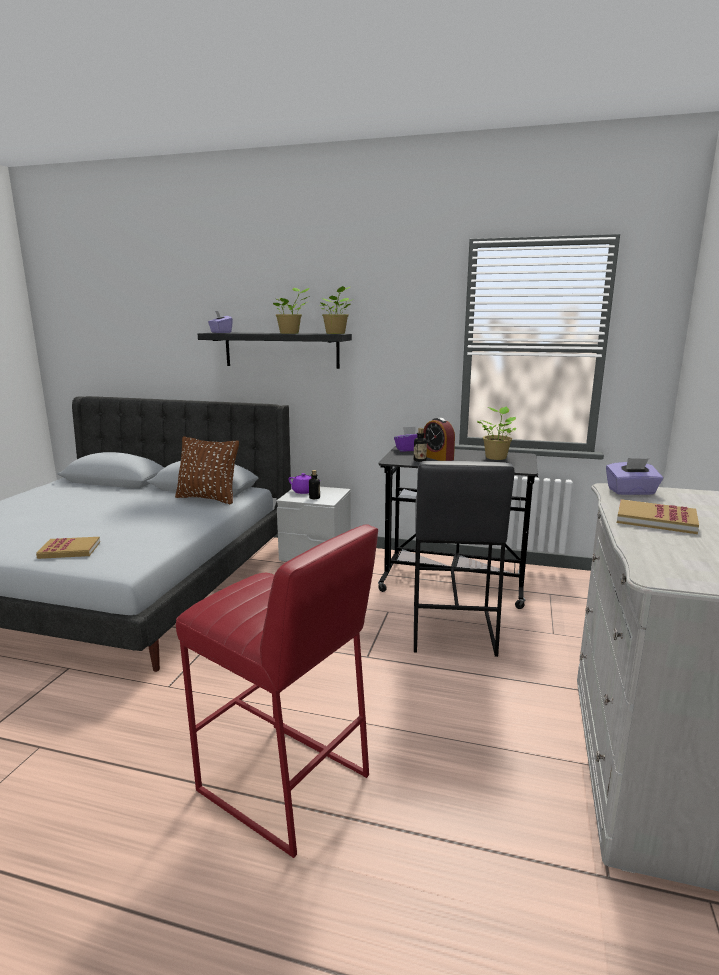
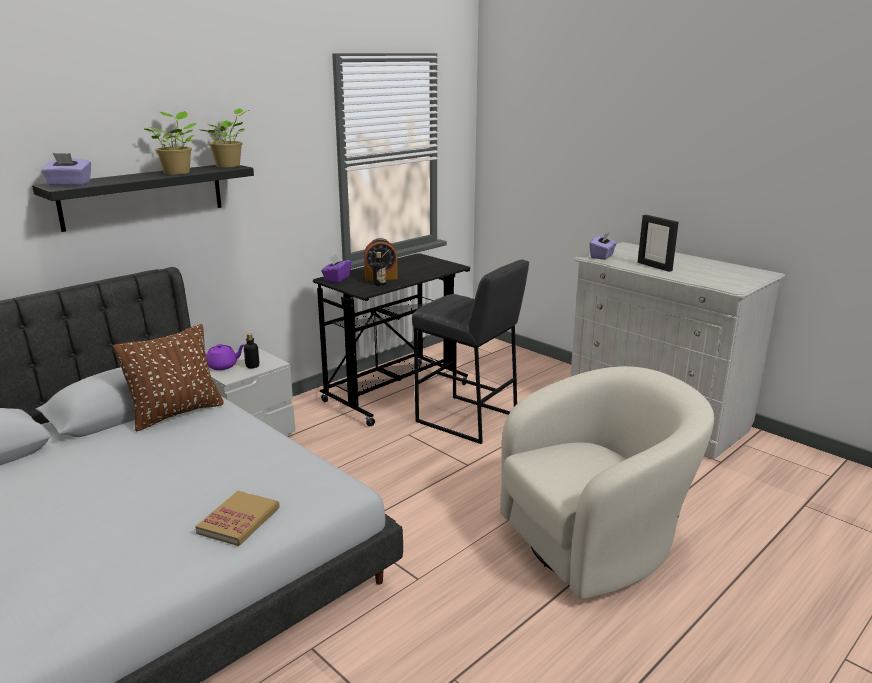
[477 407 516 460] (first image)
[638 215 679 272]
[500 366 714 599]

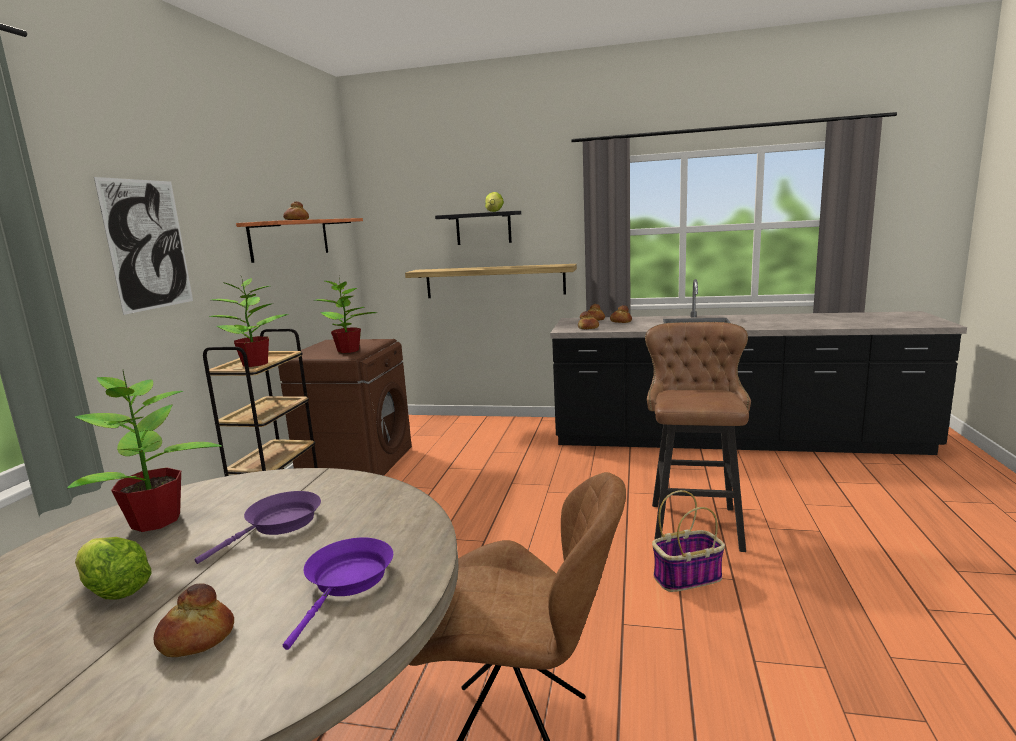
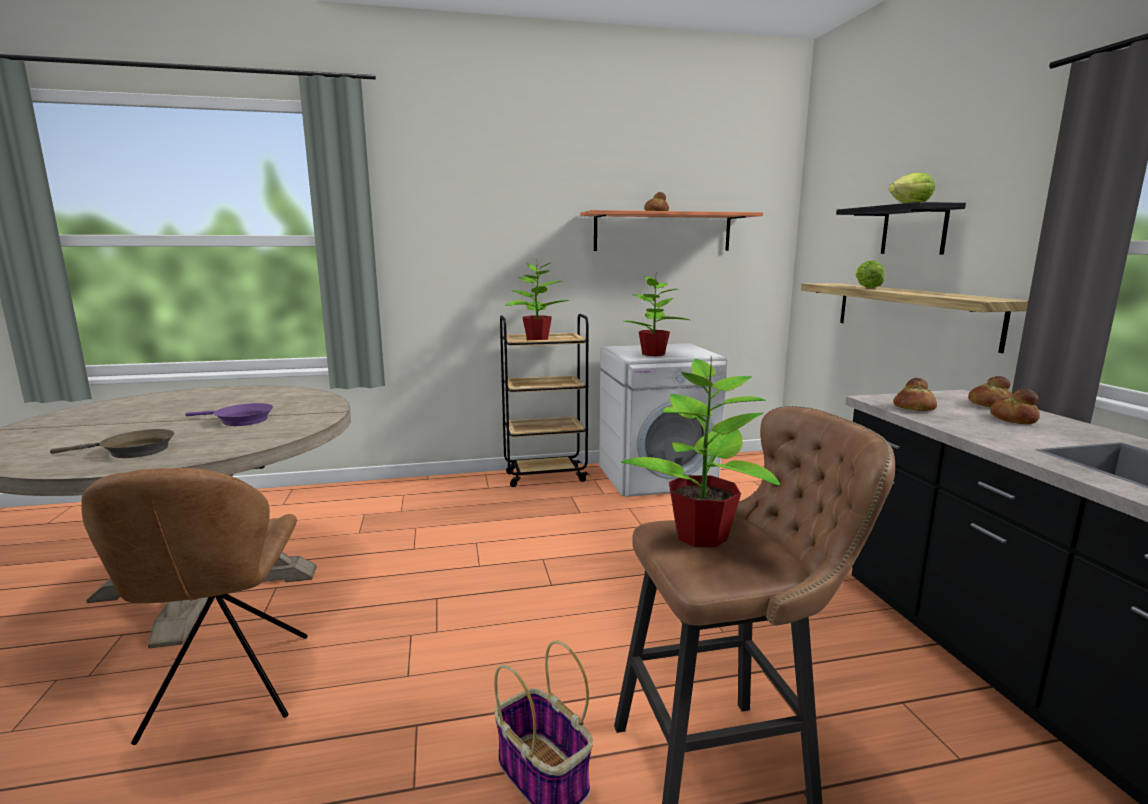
[94 177 193 315] (first image)
[599 343 727 497]
[621 358 780 547]
[855 260 885 288]
[50 429 175 458]
[153 583 234 657] (first image)

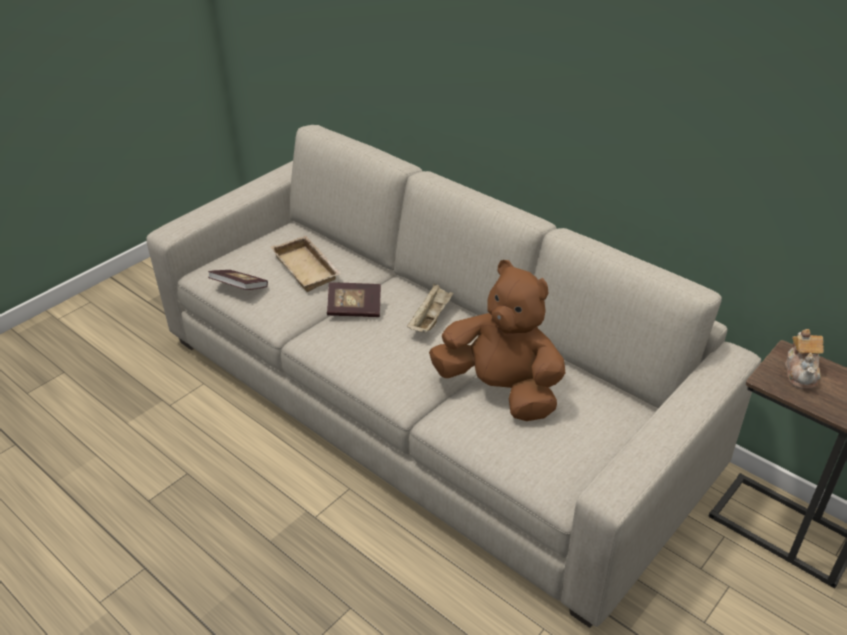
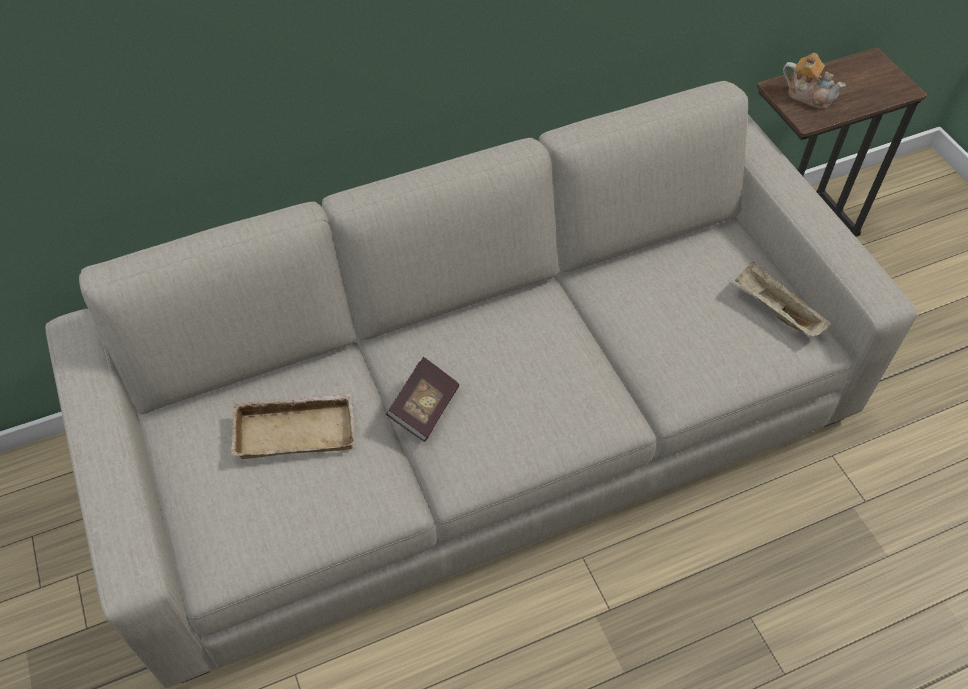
[429 260 565 421] (first image)
[208 270 268 290] (first image)
[735 262 831 337]

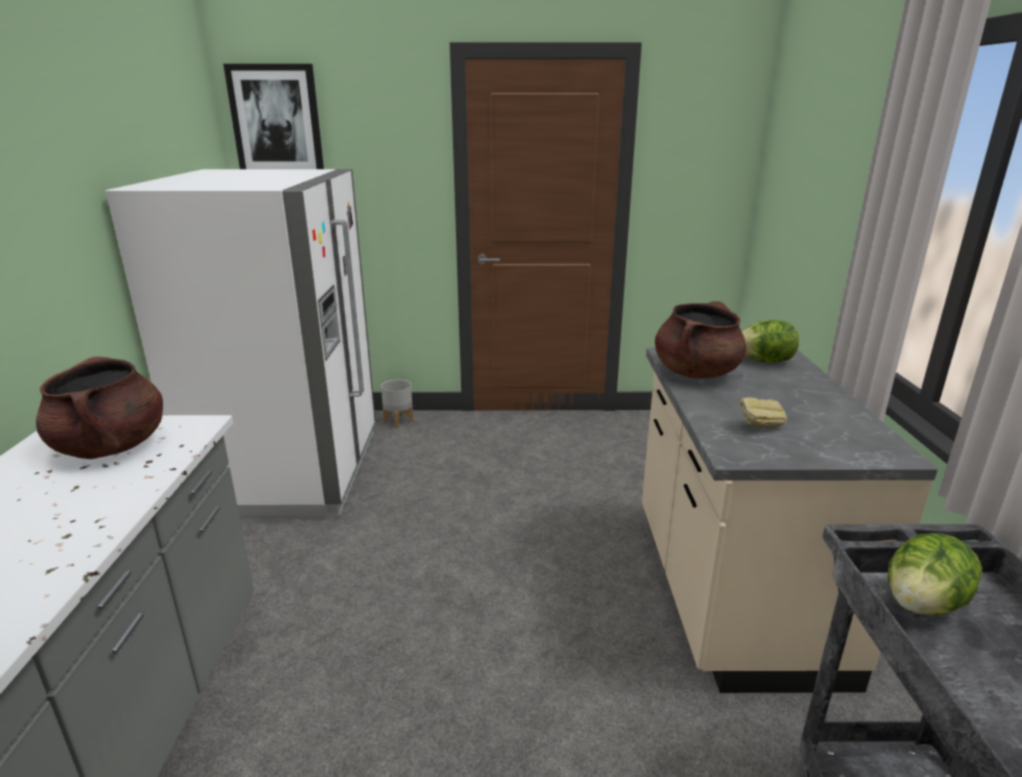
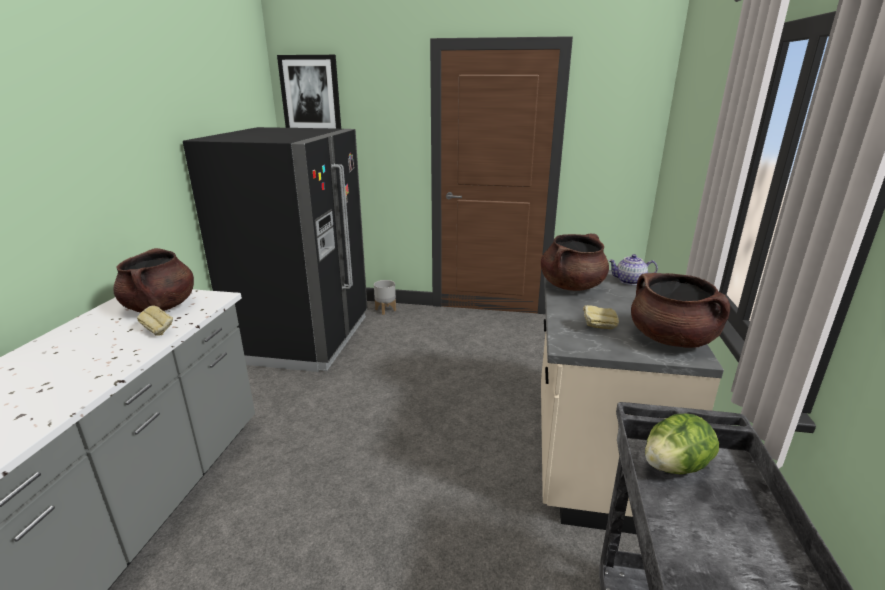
[183 127 367 372]
[608 254 658 285]
[631 273 730 348]
[137 305 173 336]

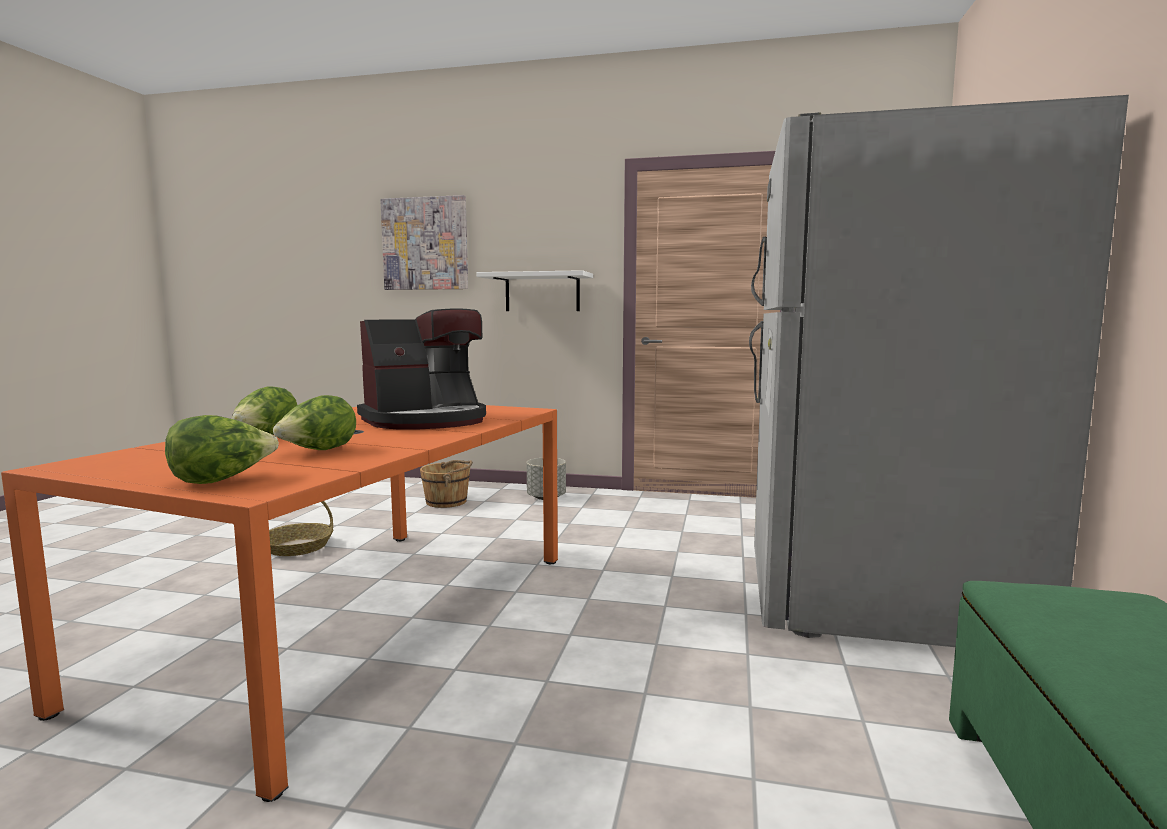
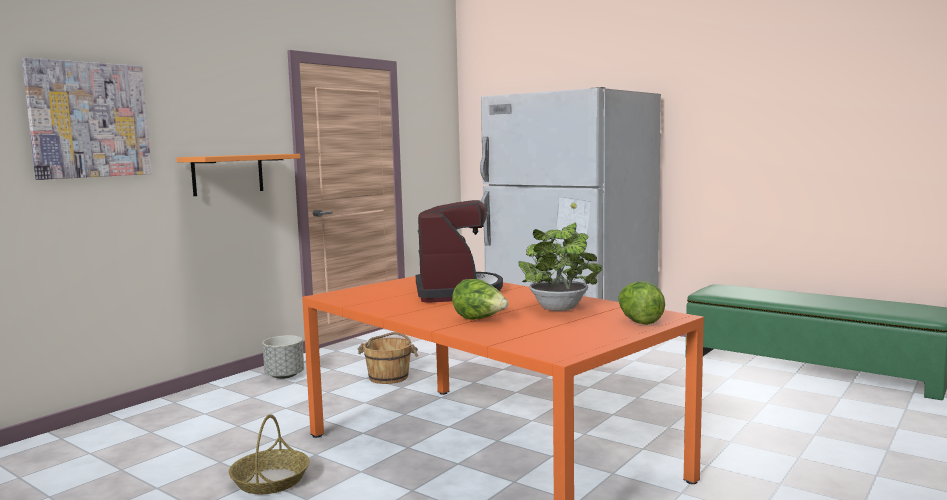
[177 154 300 196]
[519 223 604 311]
[358 332 418 384]

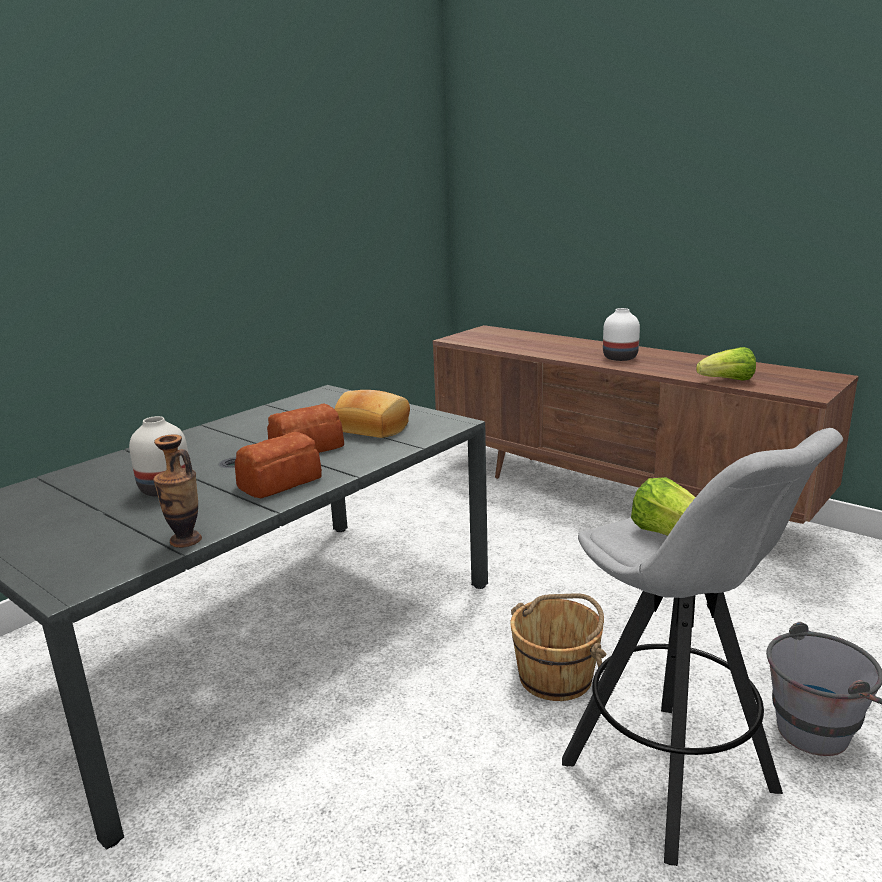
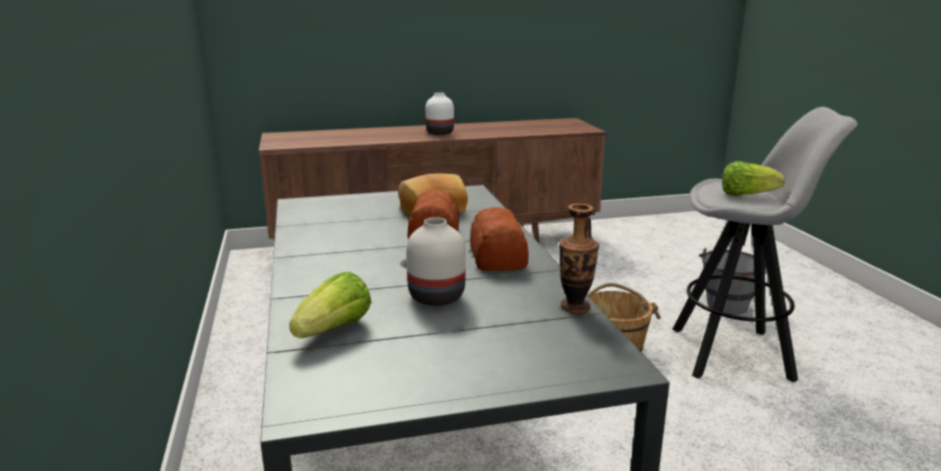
[289 272 371 338]

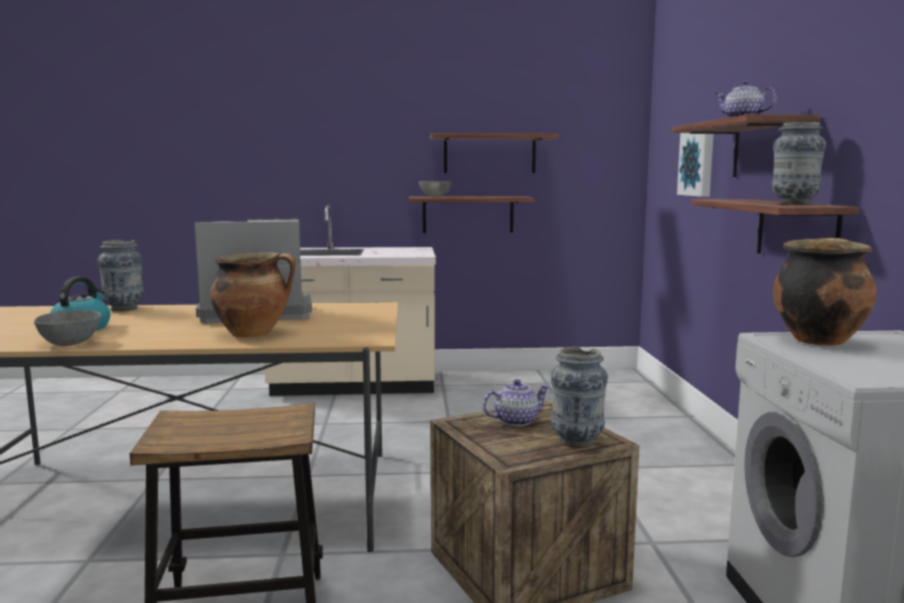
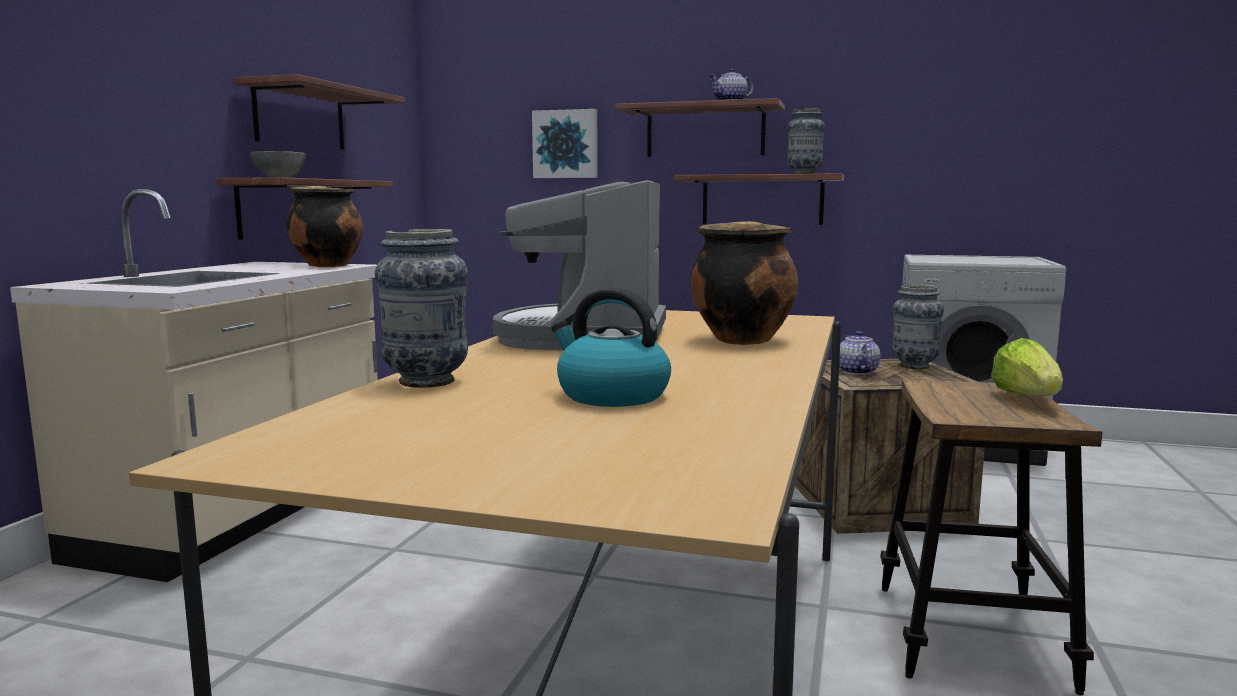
[286 186 363 267]
[34 310 101 346] (first image)
[991 338 1063 396]

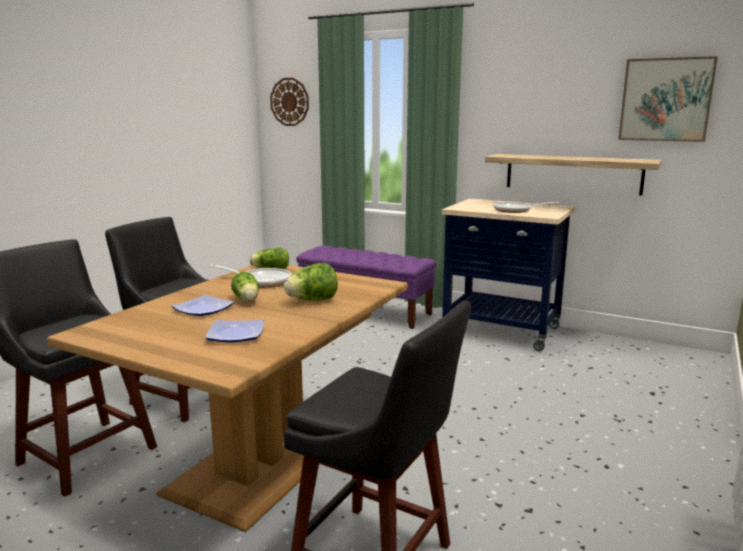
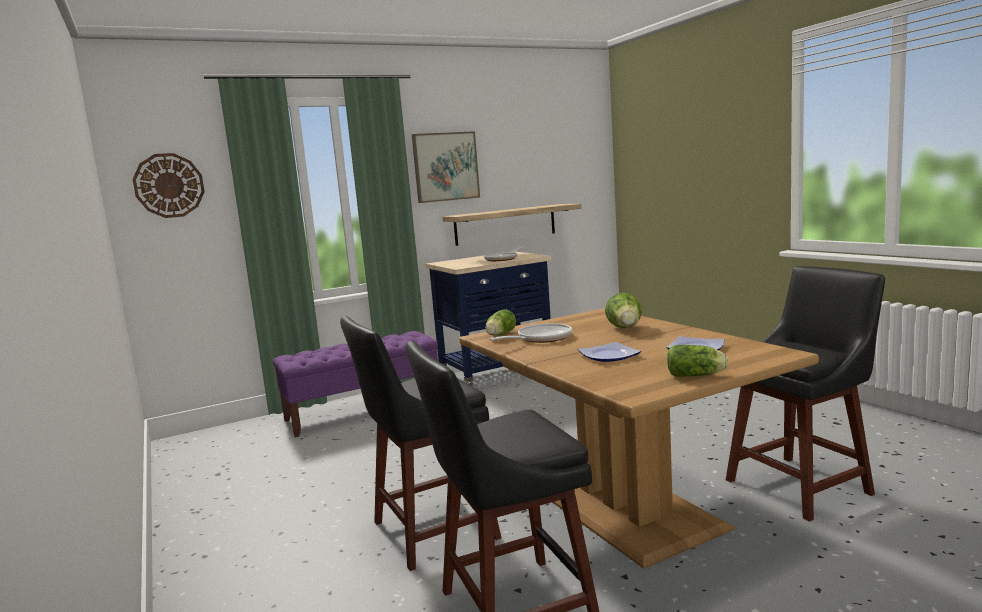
[412 131 480 203]
[667 345 728 377]

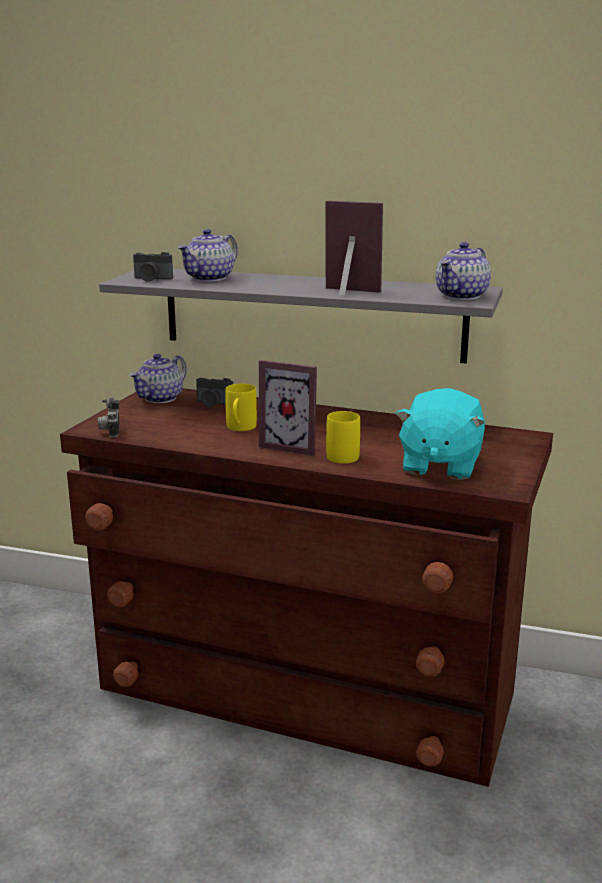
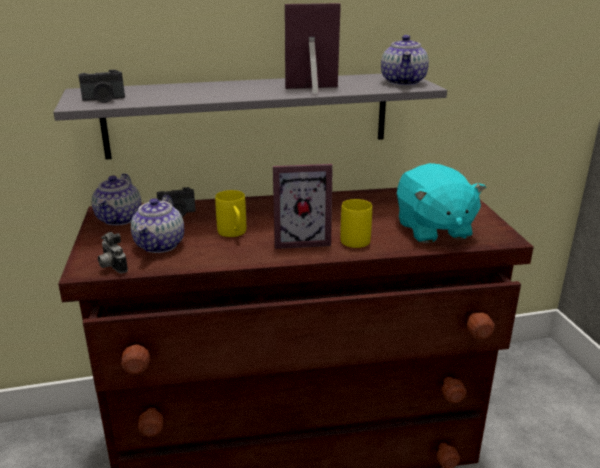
[131 195 184 253]

